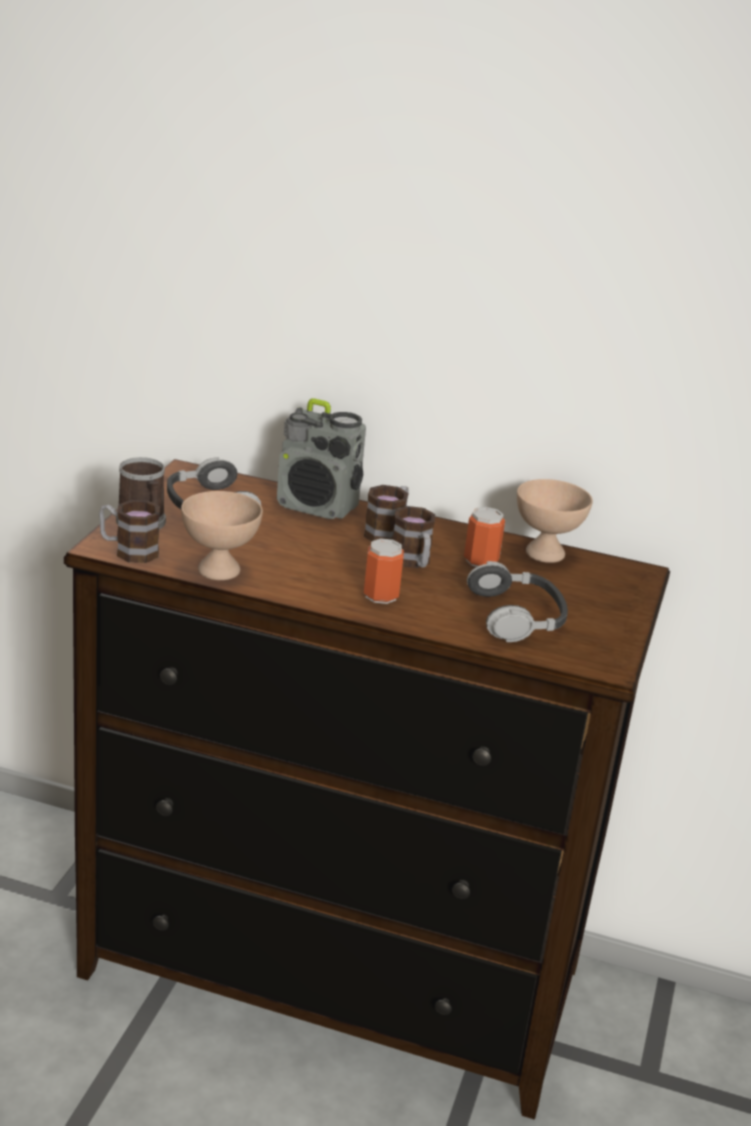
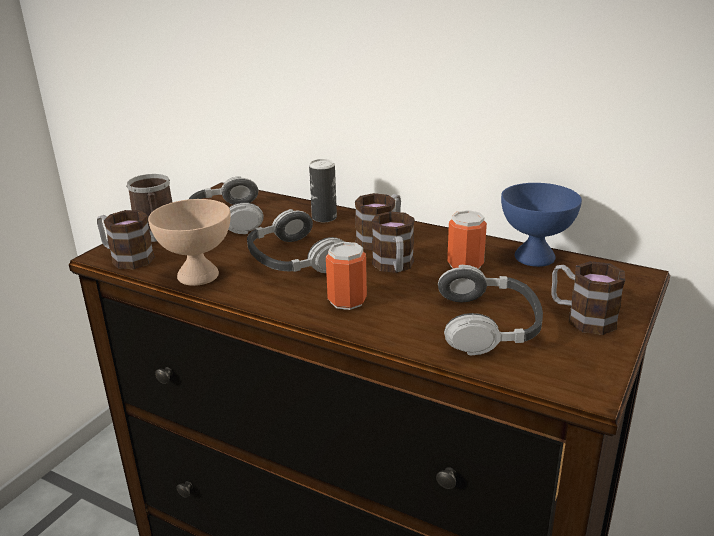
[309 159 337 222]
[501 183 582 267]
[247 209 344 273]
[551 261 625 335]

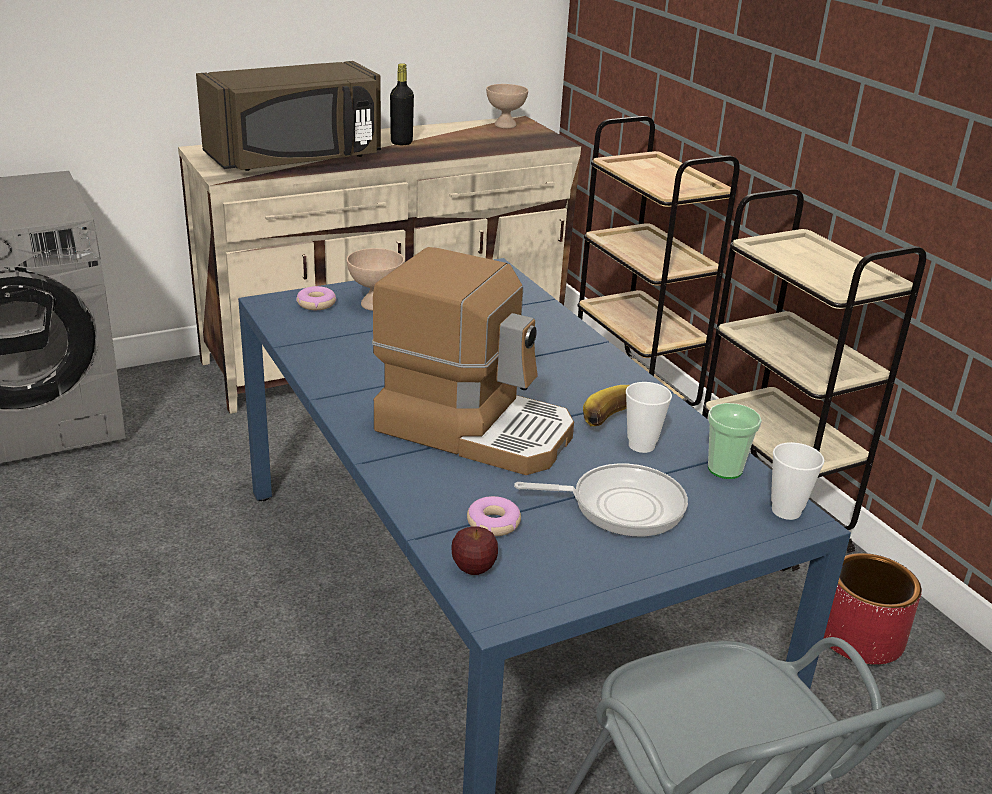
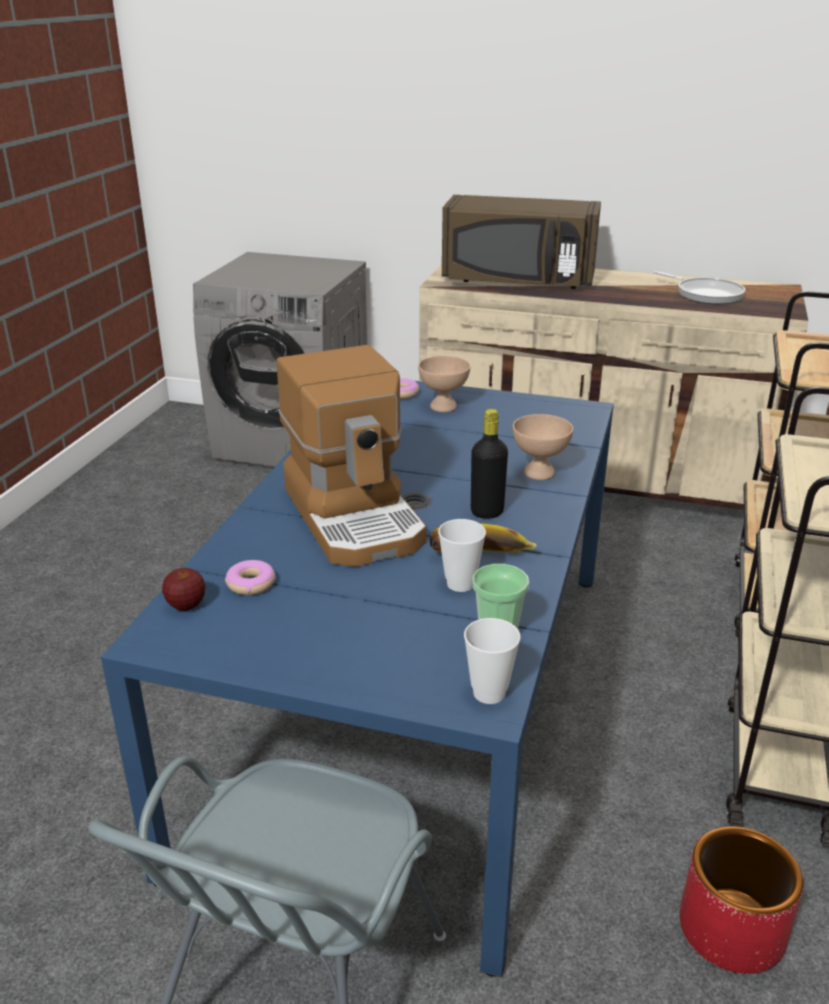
[471 409 508 519]
[513 414 573 480]
[653 271 745 304]

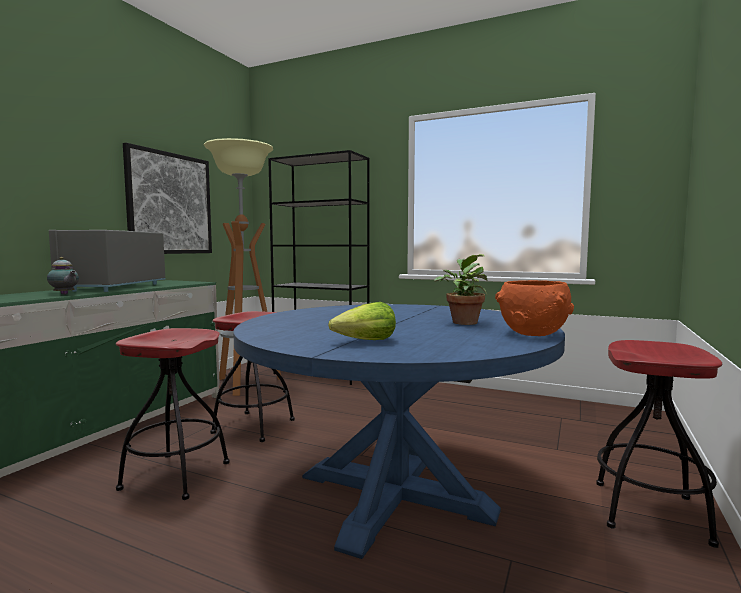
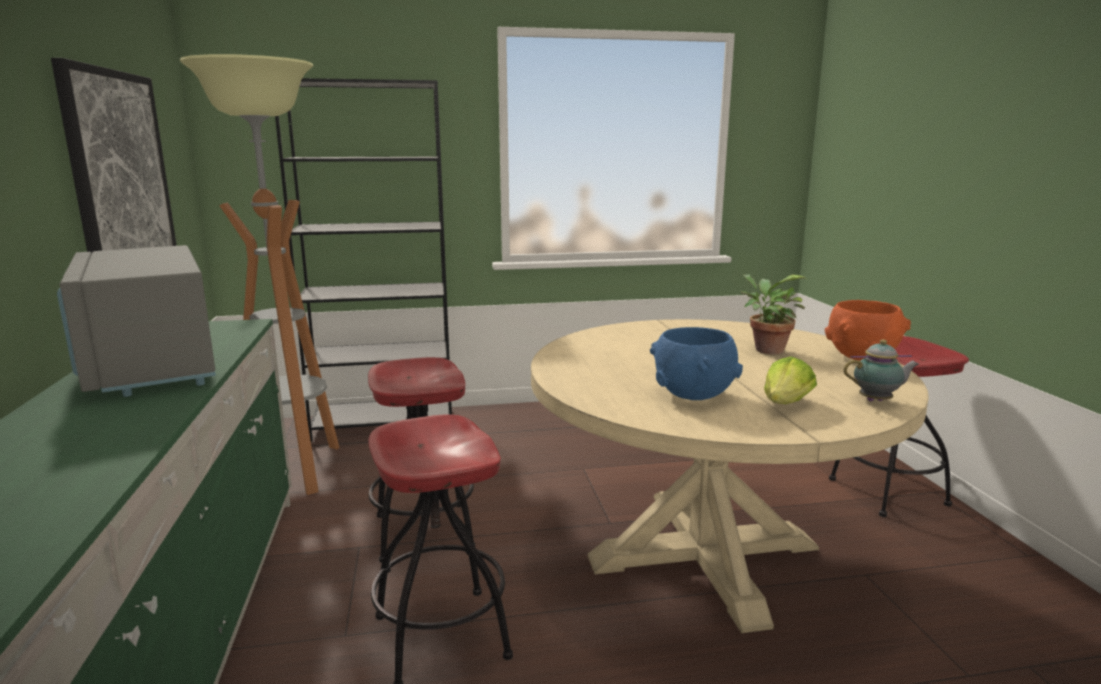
[843 339 920 401]
[531 319 929 633]
[650 327 743 400]

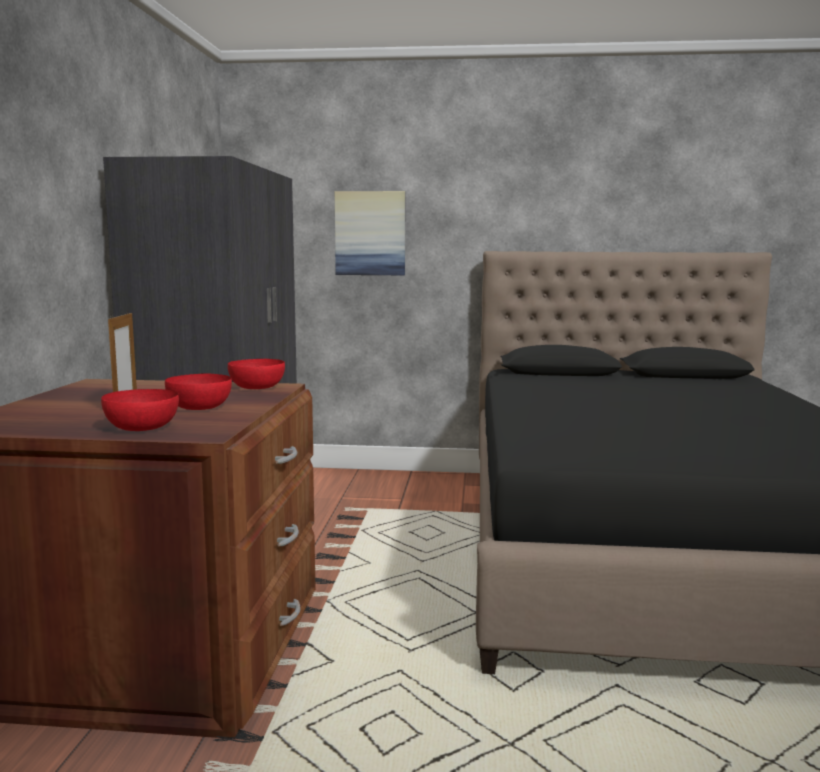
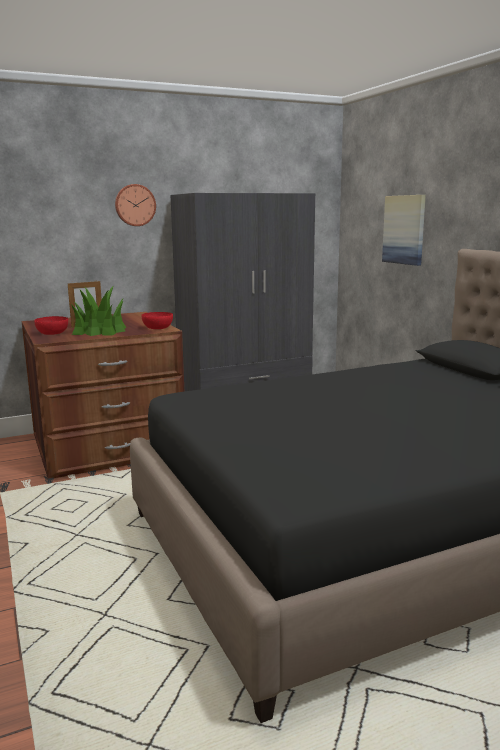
[71 285 126 336]
[115 184 156 226]

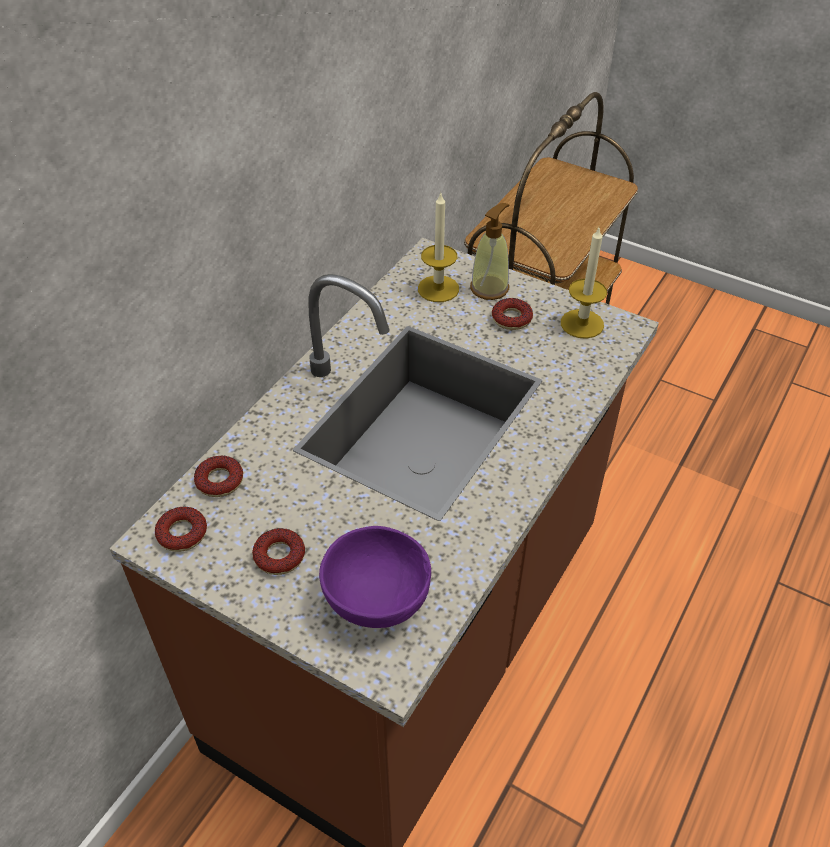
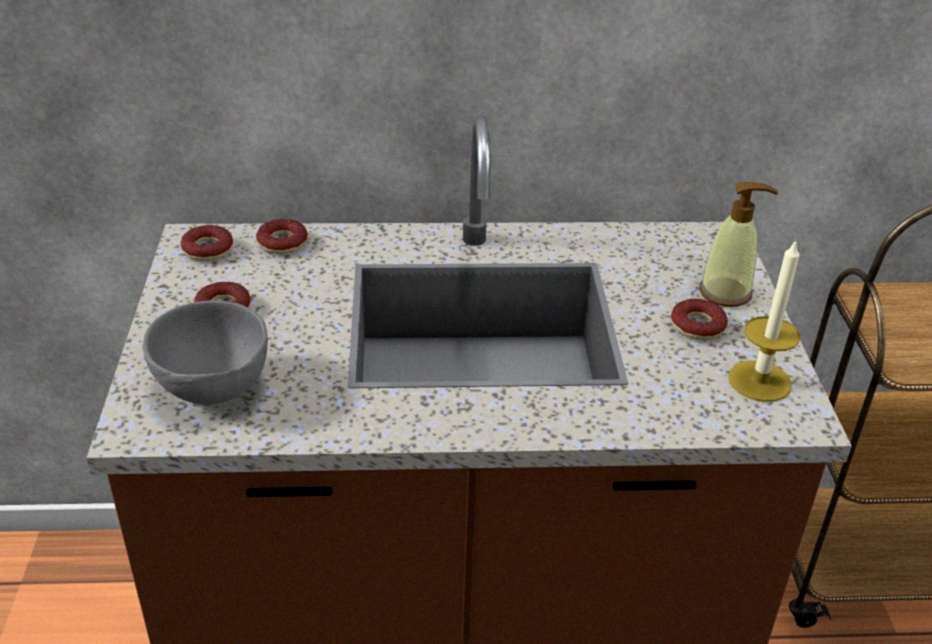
[418 193 459 302] (first image)
[143 300 268 405]

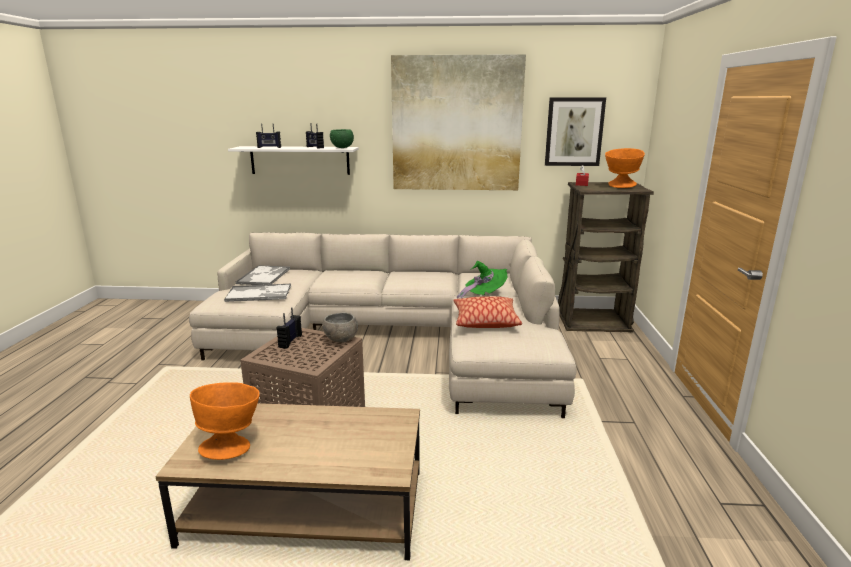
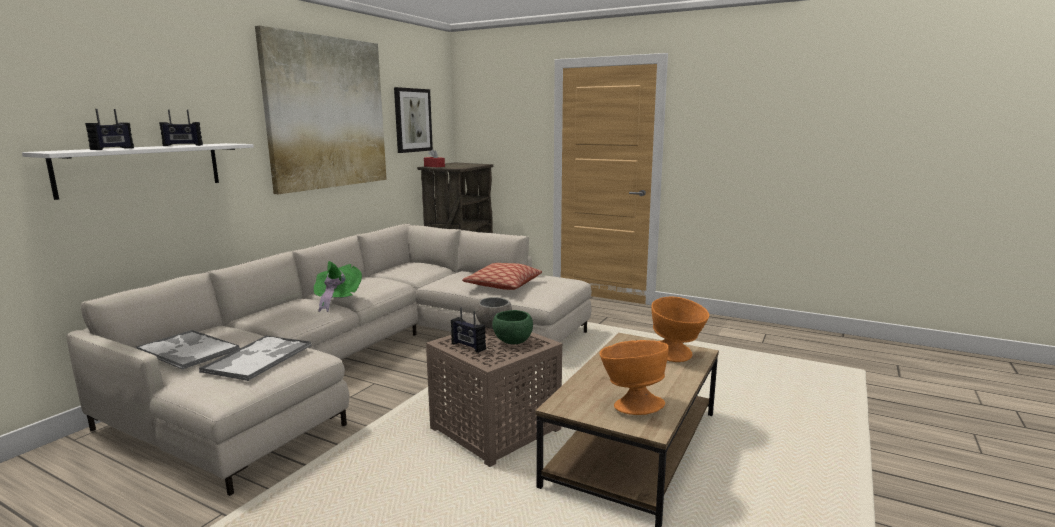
[492 310 533 344]
[651 297 709 362]
[314 261 362 312]

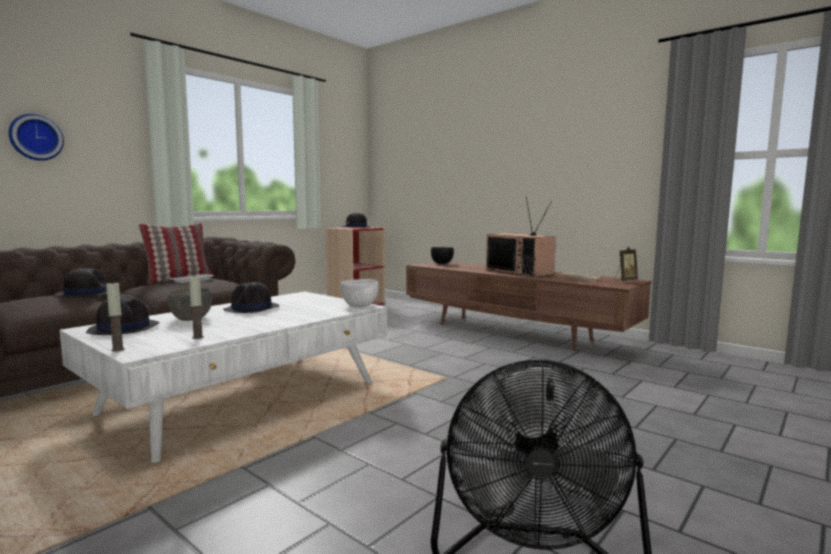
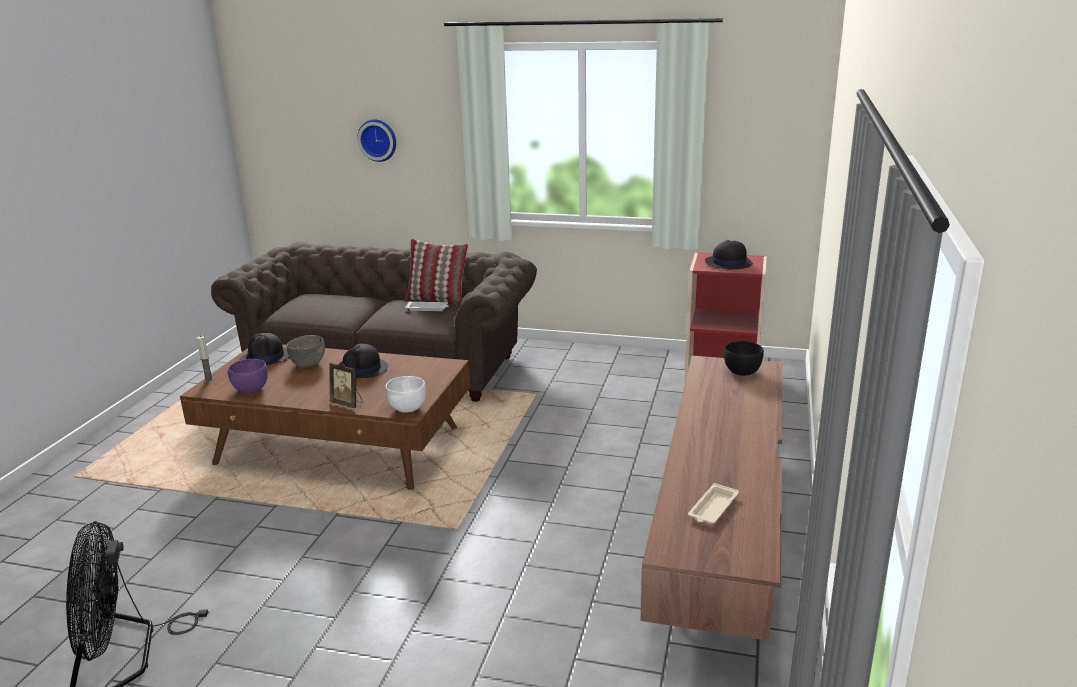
[486 197 556 277] (first image)
[329 361 363 408]
[55 268 107 298] (first image)
[228 359 268 393]
[180 344 470 490]

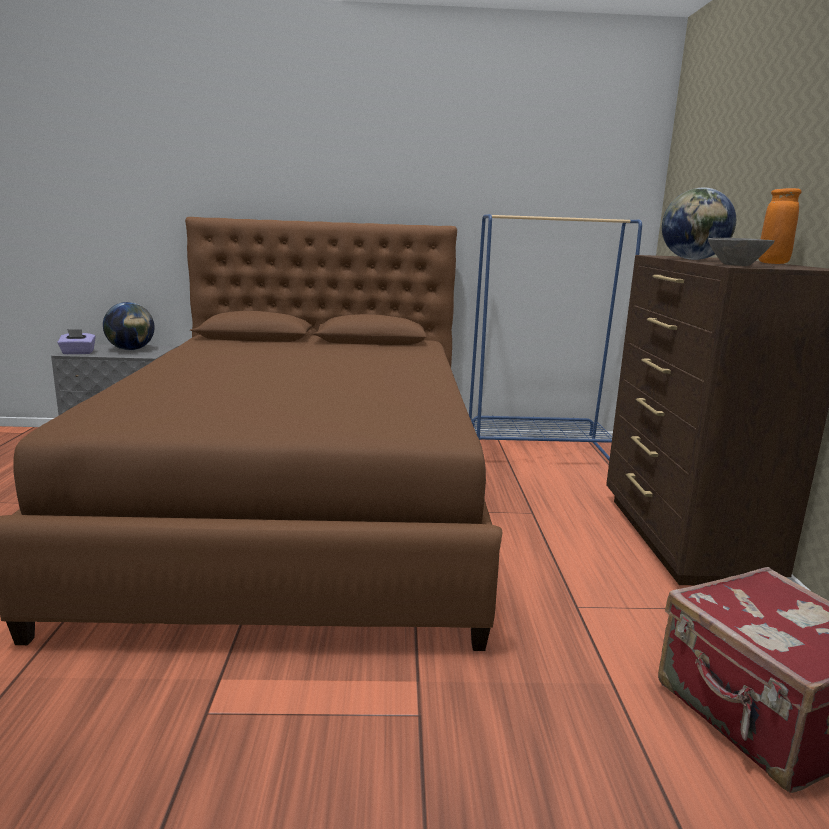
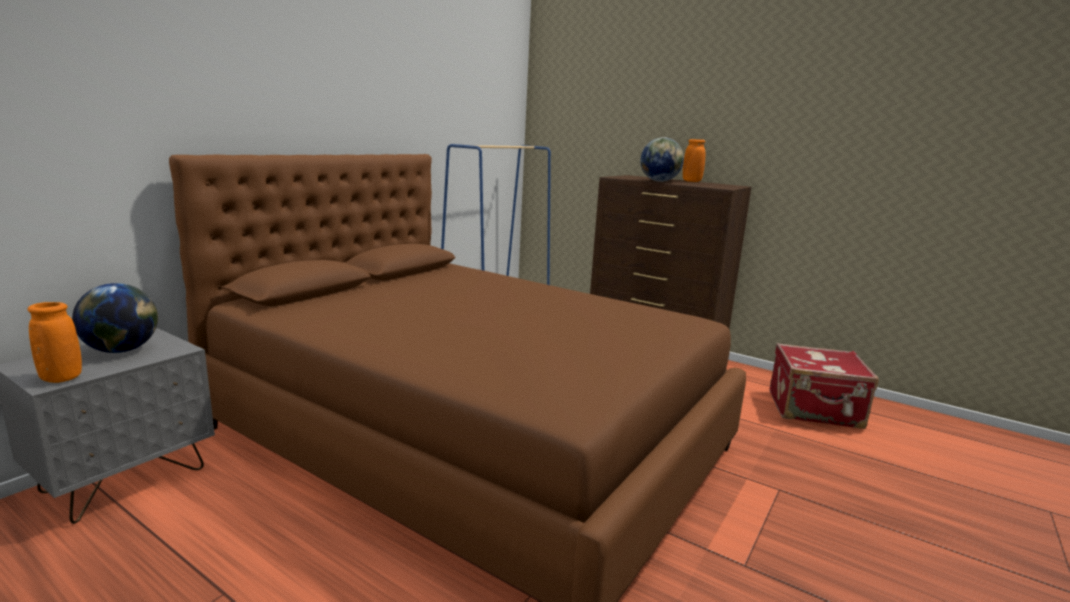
[708 238 775 266] (first image)
[27 302 82 383]

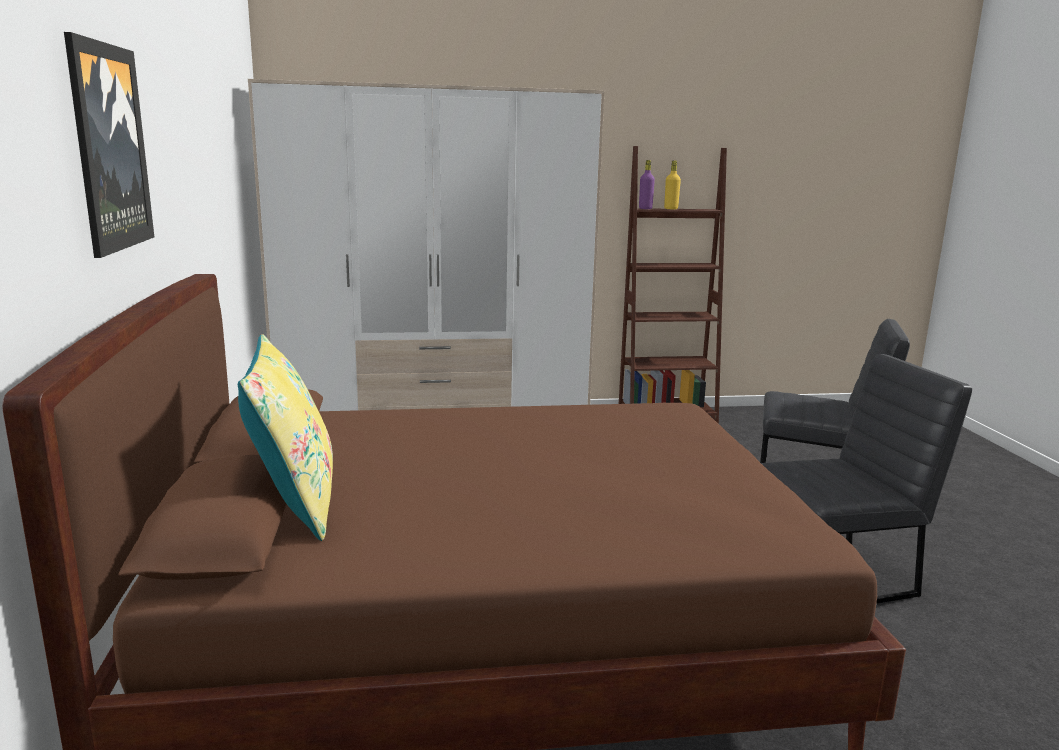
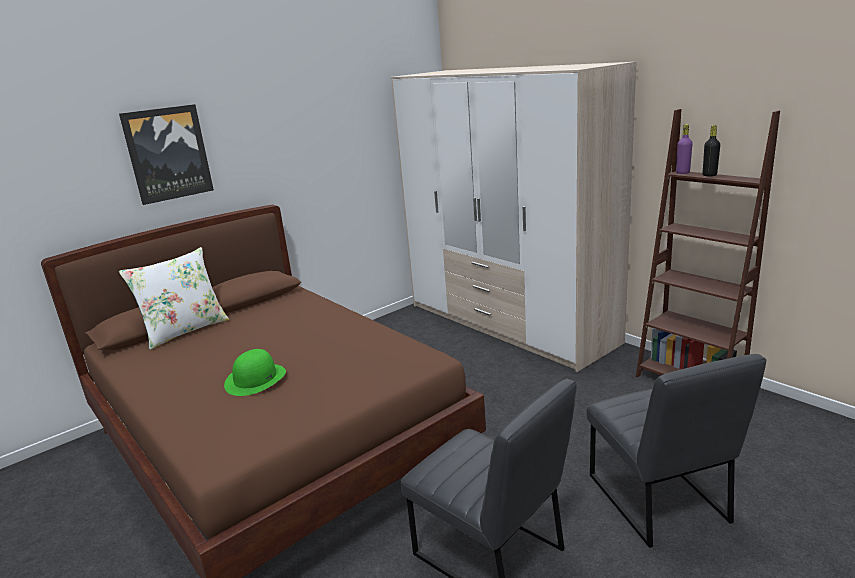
[703 125 720 176]
[119 247 229 350]
[224 349 286 396]

